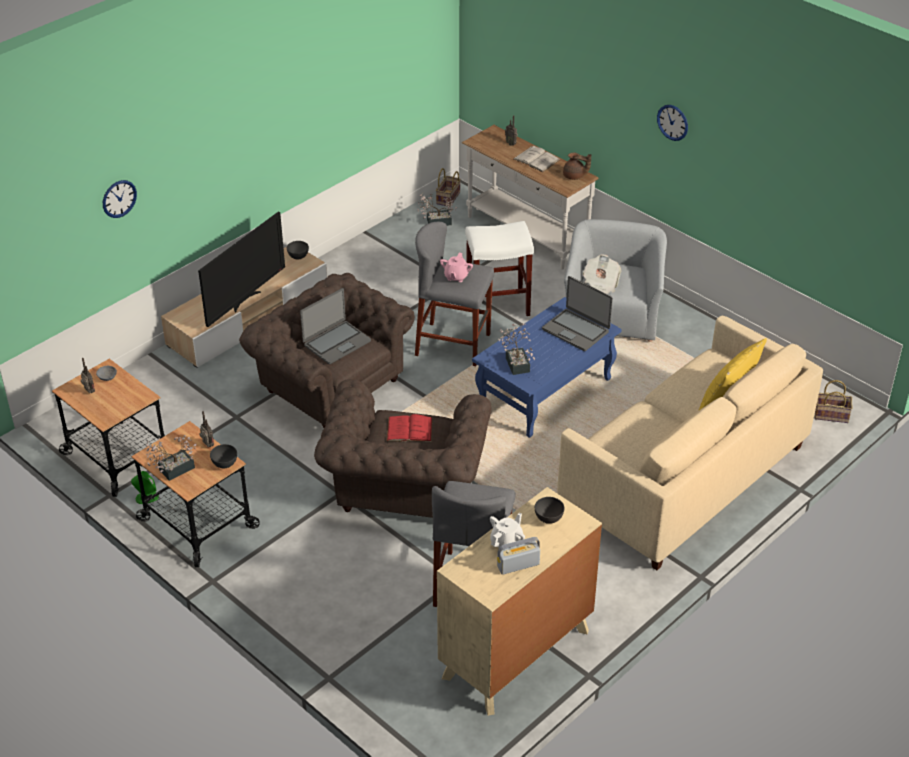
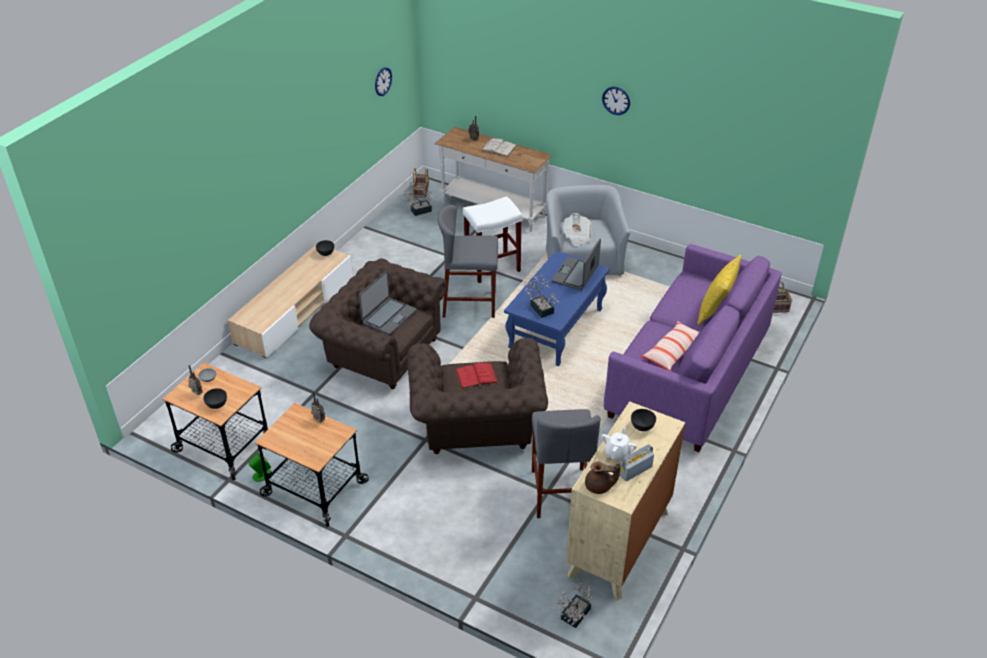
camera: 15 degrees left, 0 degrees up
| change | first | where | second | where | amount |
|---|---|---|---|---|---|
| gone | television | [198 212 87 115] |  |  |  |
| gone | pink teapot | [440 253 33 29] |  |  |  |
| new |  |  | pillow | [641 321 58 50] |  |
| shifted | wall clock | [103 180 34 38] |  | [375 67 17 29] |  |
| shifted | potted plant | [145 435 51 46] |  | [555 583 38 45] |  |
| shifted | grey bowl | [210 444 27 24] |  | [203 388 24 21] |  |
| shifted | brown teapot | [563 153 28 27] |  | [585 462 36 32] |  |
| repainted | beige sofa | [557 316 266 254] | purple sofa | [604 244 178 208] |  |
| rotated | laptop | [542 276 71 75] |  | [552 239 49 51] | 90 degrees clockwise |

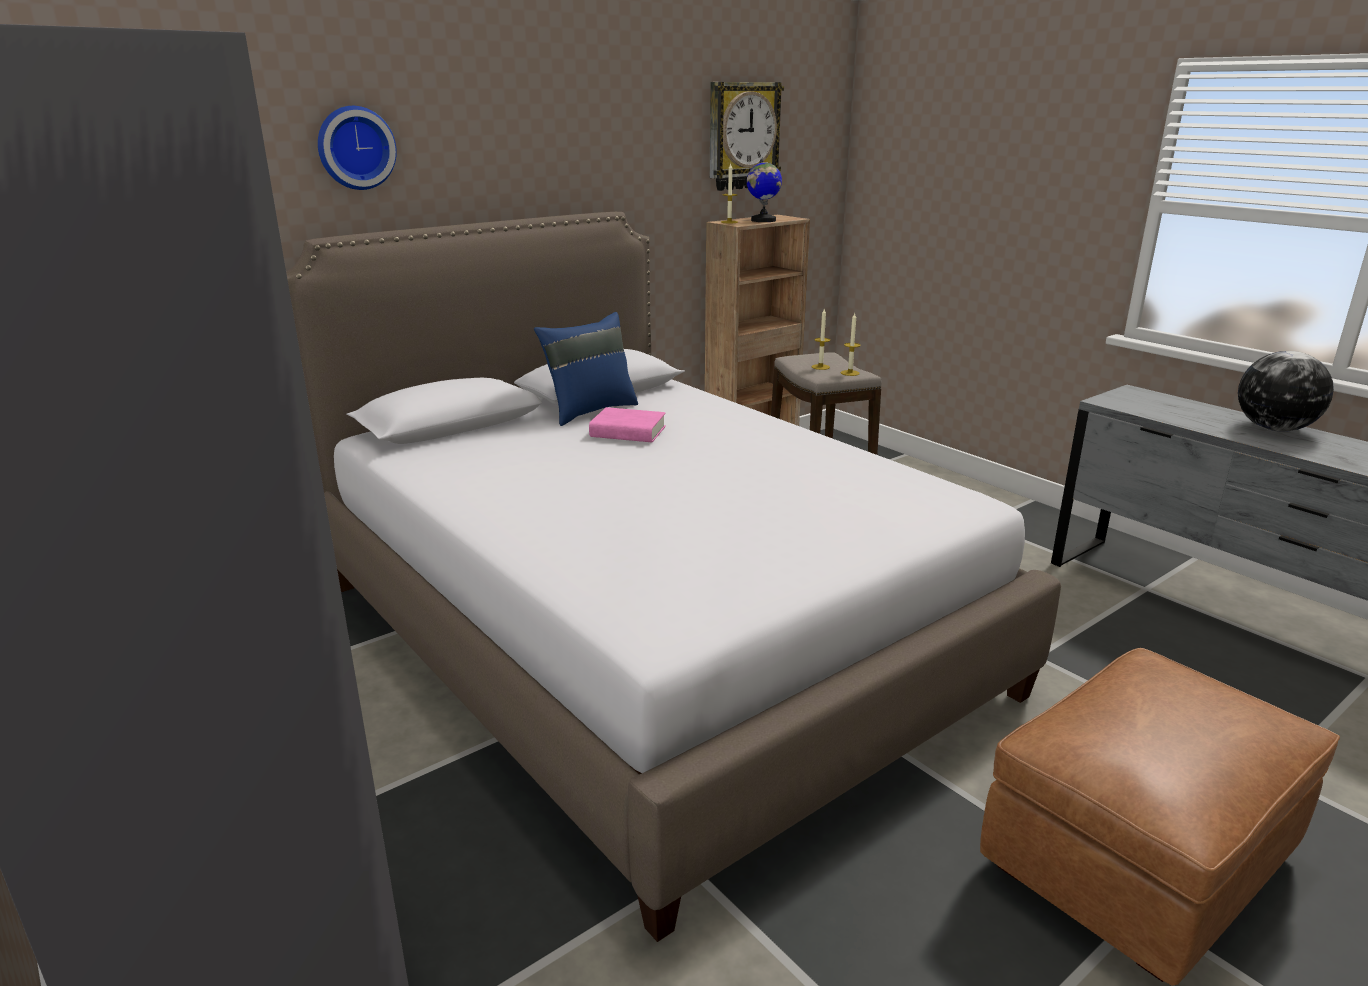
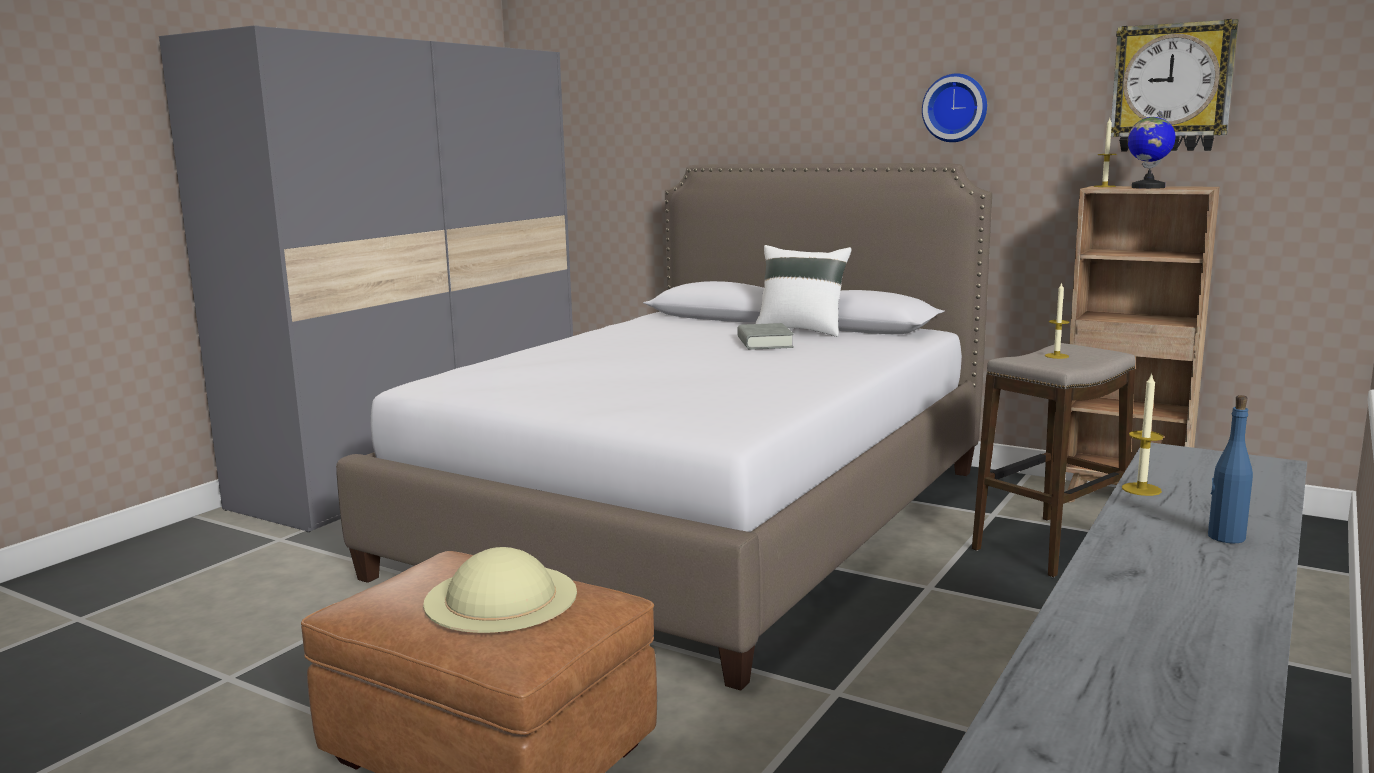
camera: 70 degrees right, 10 degrees down
| change | first | where | second | where | amount |
|---|---|---|---|---|---|
| new |  |  | beige hat | [423 547 154 86] |  |
| shifted | wall clock | [318 106 79 84] |  | [922 73 65 69] |  |
| shifted | candle | [841 313 19 63] |  | [1122 373 42 123] |  |
| swapped | globe | [1238 351 96 81] | blue bottle | [1208 395 45 148] |  |
| repainted | blue pillow | [534 312 104 114] | white pillow | [755 245 97 92] |  |
| repainted | pink book | [589 407 77 35] | grey book | [737 323 57 27] |  |

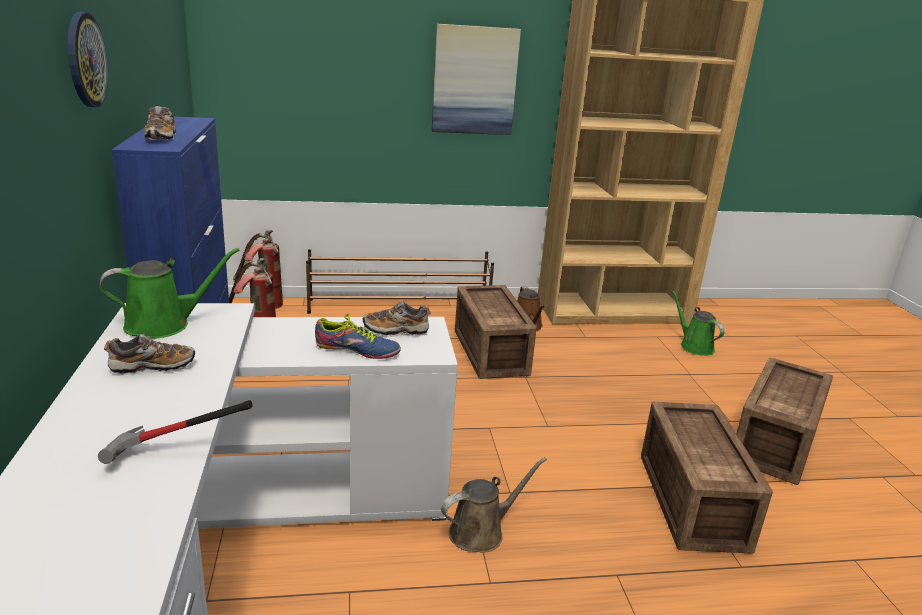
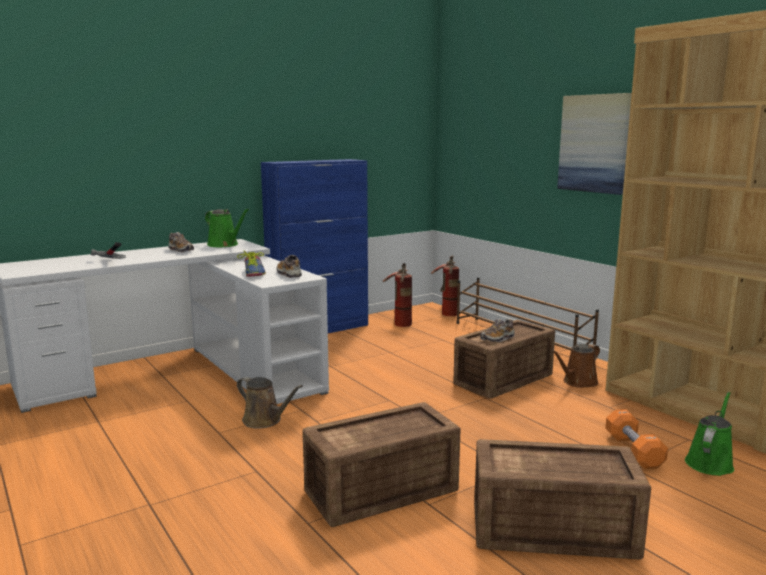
camera: 65 degrees right, 10 degrees down
| change | first | where | second | where | amount |
|---|---|---|---|---|---|
| gone | wall clock | [68 12 40 95] |  |  |  |
| new |  |  | orange dumbbell | [605 409 63 60] |  |
| shifted | shoe | [144 106 32 35] |  | [480 319 35 23] |  |

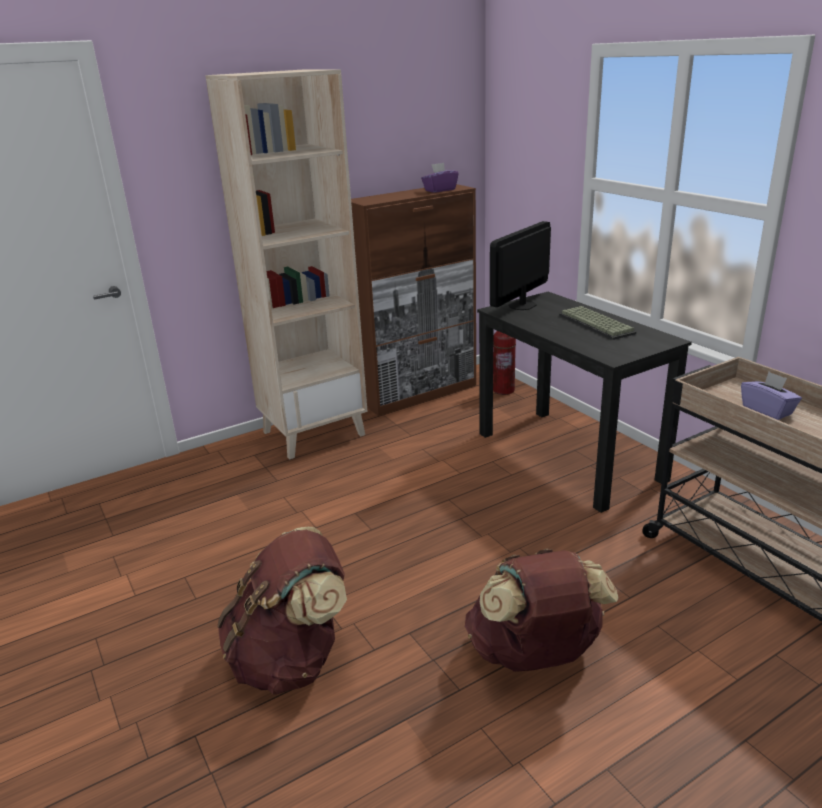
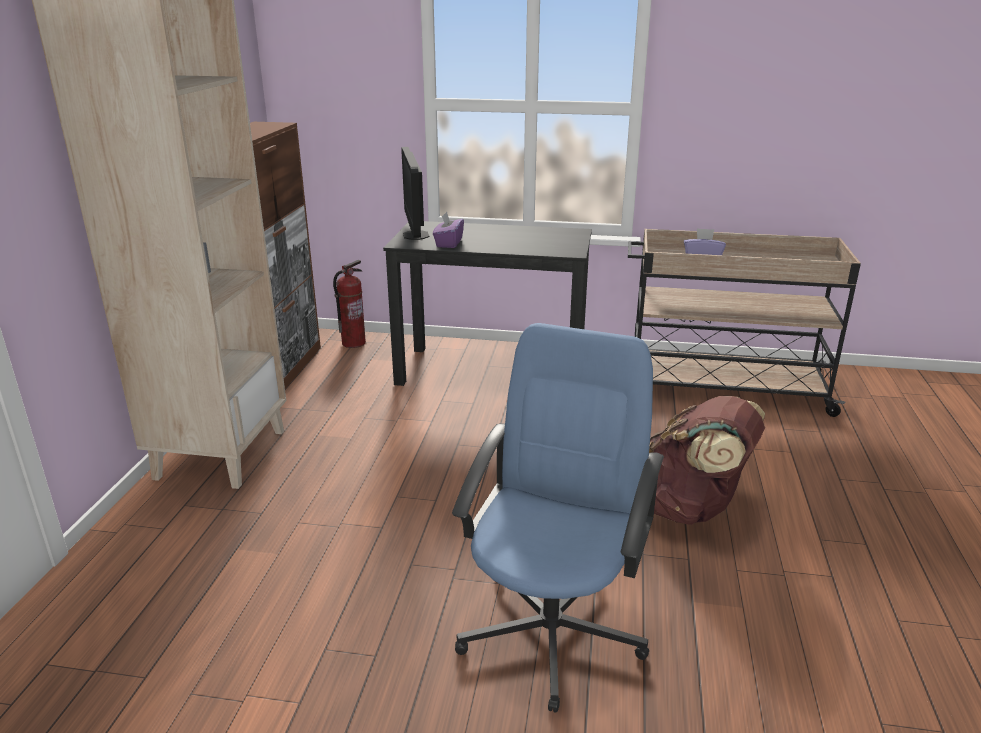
camera: 50 degrees left, 0 degrees up
| change | first | where | second | where | amount |
|---|---|---|---|---|---|
| gone | keyboard | [559 306 78 34] |  |  |  |
| shifted | purple tissue box | [421 163 38 30] |  | [433 212 31 36] |  |
| swapped | brown backpack | [217 527 130 167] | blue office chair | [452 323 212 390] |  |

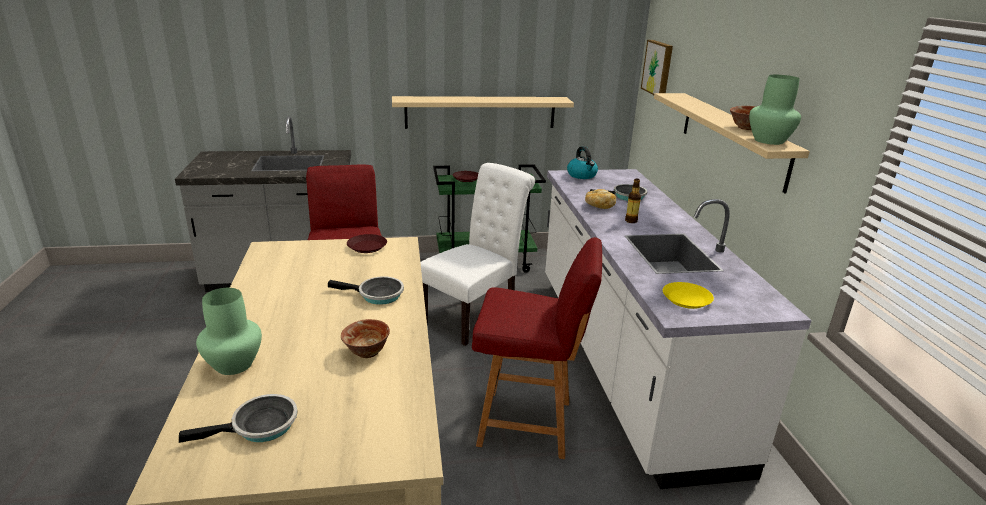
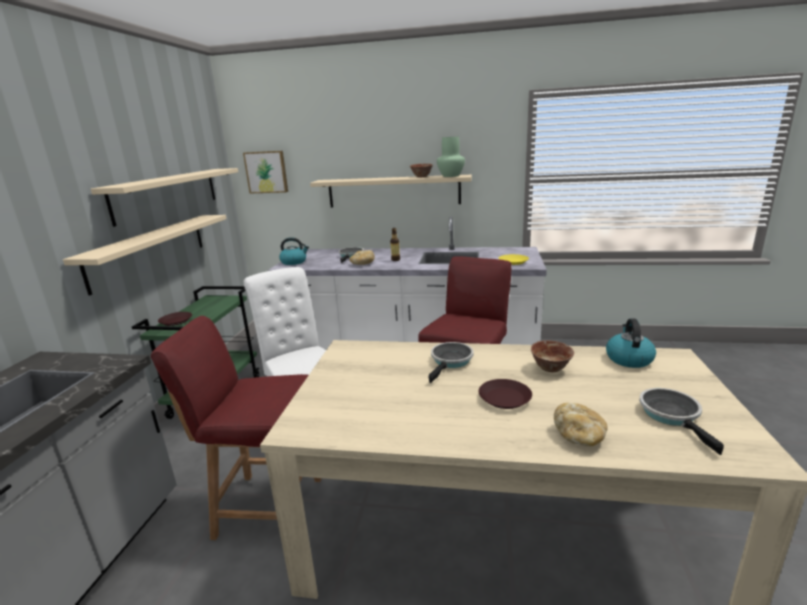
camera: 70 degrees left, 5 degrees down
| change | first | where | second | where | amount |
|---|---|---|---|---|---|
| new |  |  | beige shelf | [91 168 147 59] |  |
| new |  |  | kettle | [606 318 50 50] |  |
| shifted | brown plate | [347 234 40 19] |  | [479 379 53 30] |  |
| swapped | green vase | [196 288 66 87] | bread | [554 403 54 43] |  |

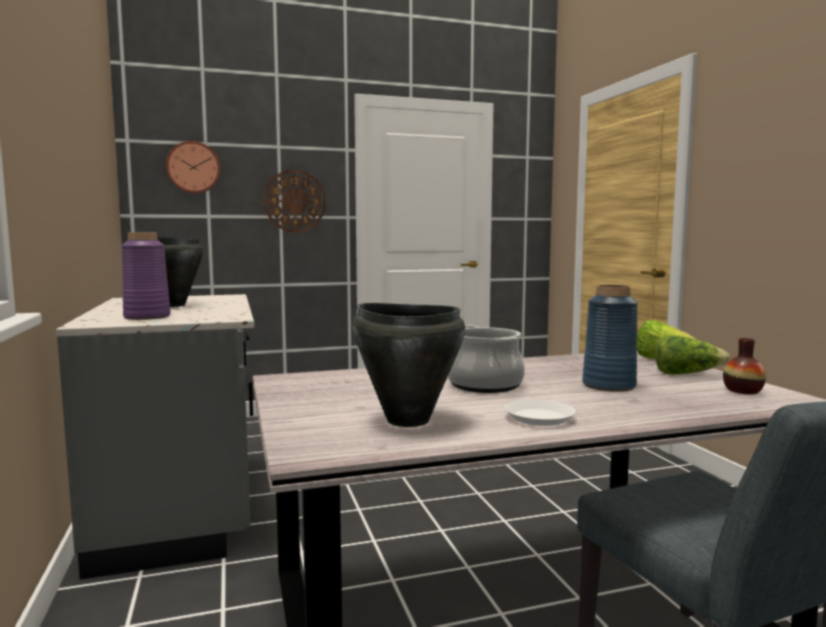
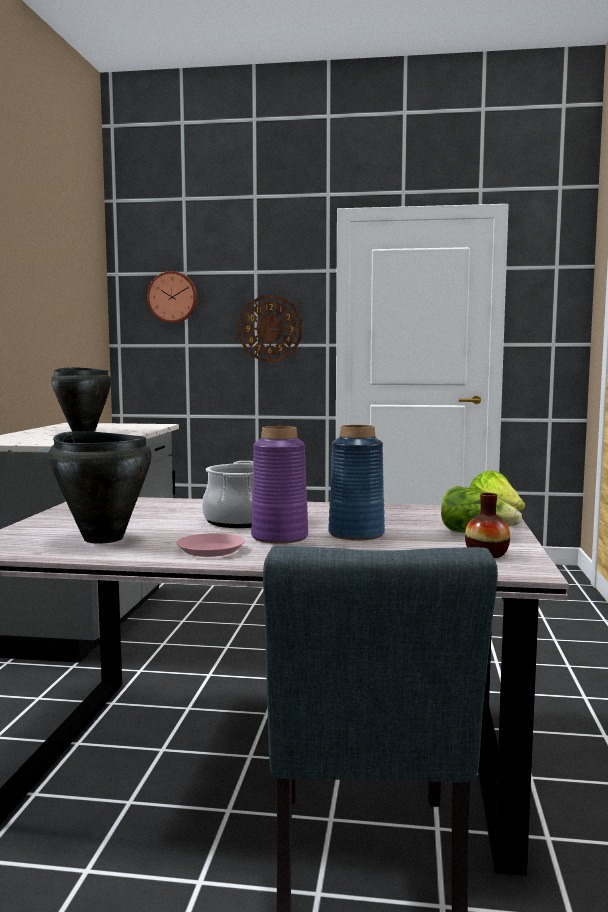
camera: 25 degrees right, 0 degrees up
| change | first | where | second | where | amount |
|---|---|---|---|---|---|
| shifted | purple vase | [121 232 50 88] |  | [251 426 57 118] |  |
| repainted | white plate | [505 399 71 27] | pink plate | [177 533 68 24] |  |

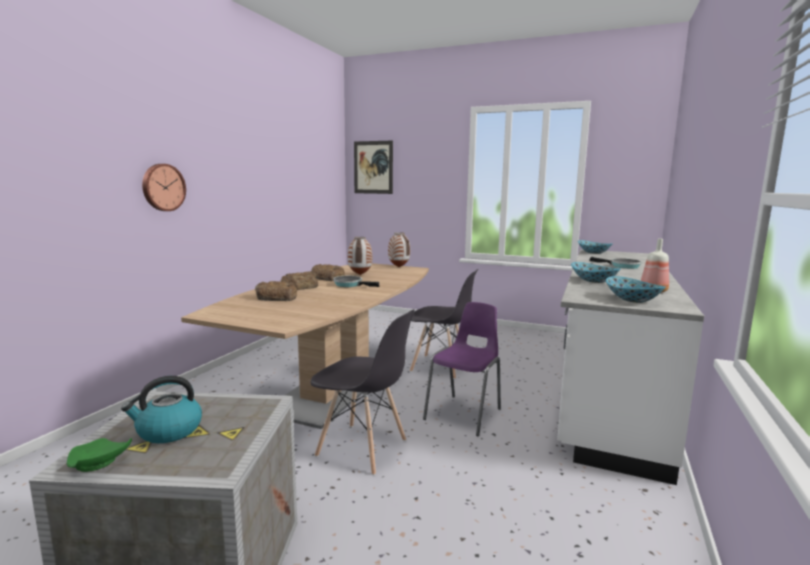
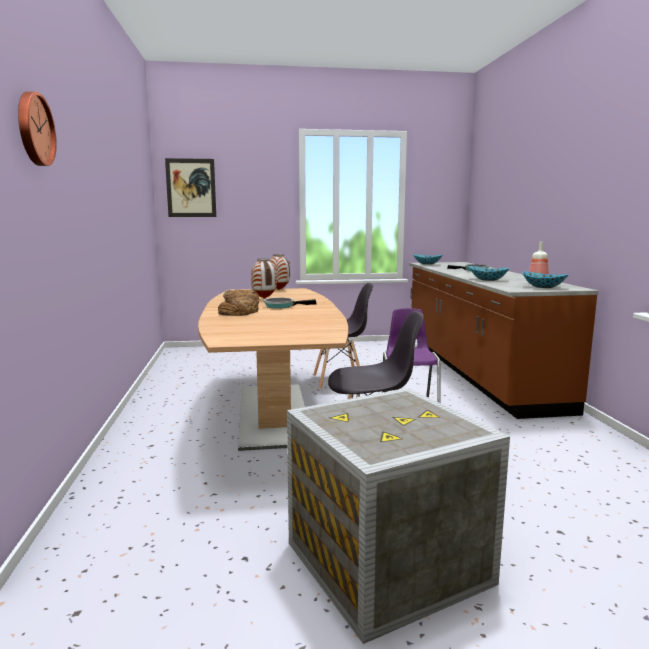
camera: 30 degrees left, 0 degrees up
| change | first | where | second | where | amount |
|---|---|---|---|---|---|
| gone | green plate | [67 438 65 34] |  |  |  |
| gone | kettle | [121 376 81 67] |  |  |  |
| gone | bread | [255 281 42 20] |  |  |  |
| shifted | wall clock | [142 164 44 47] |  | [18 91 39 75] |  |
| repainted | white counter | [557 249 147 236] | brown counter | [409 262 189 157] |  |

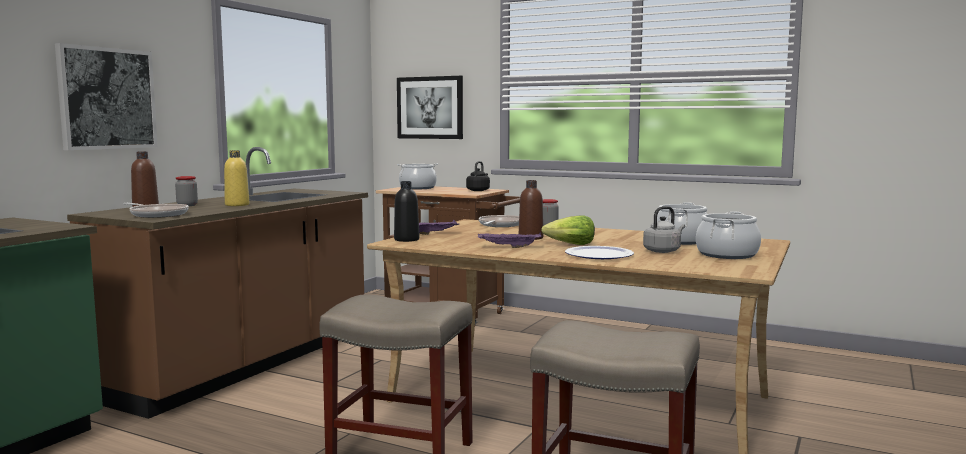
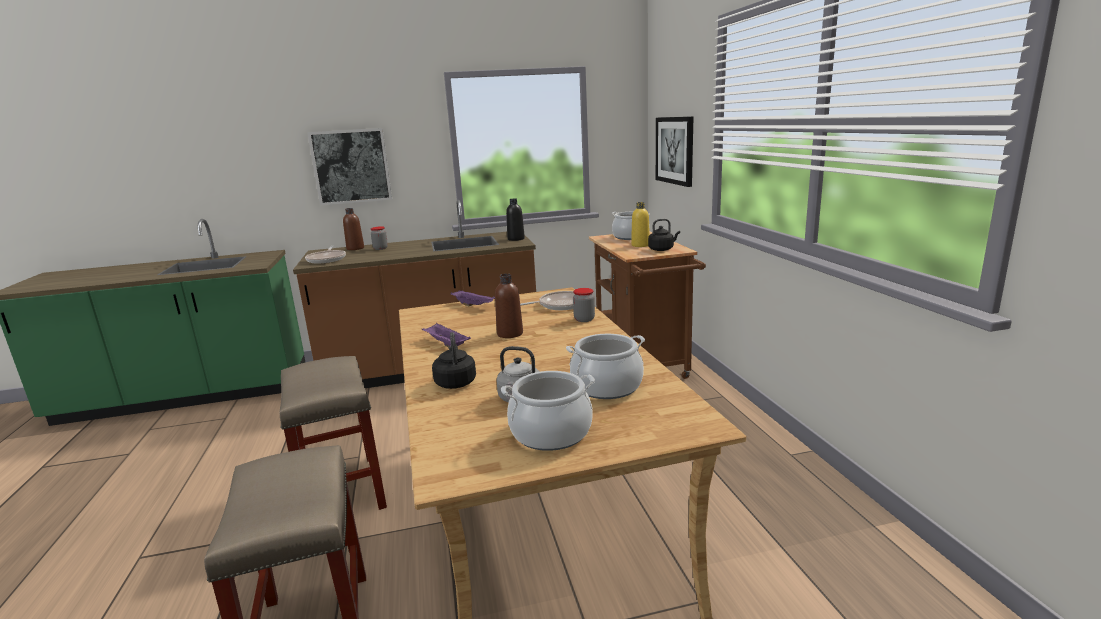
camera: 50 degrees right, 10 degrees up
| change | first | where | second | where | amount |
|---|---|---|---|---|---|
| gone | lettuce | [541 216 54 29] |  |  |  |
| shifted | yellow bottle | [224 150 25 56] |  | [631 202 19 45] |  |
| shifted | black bottle | [394 181 25 61] |  | [506 198 19 43] |  |
| swapped | plate | [565 246 69 13] | black kettle | [432 332 44 57] |  |

